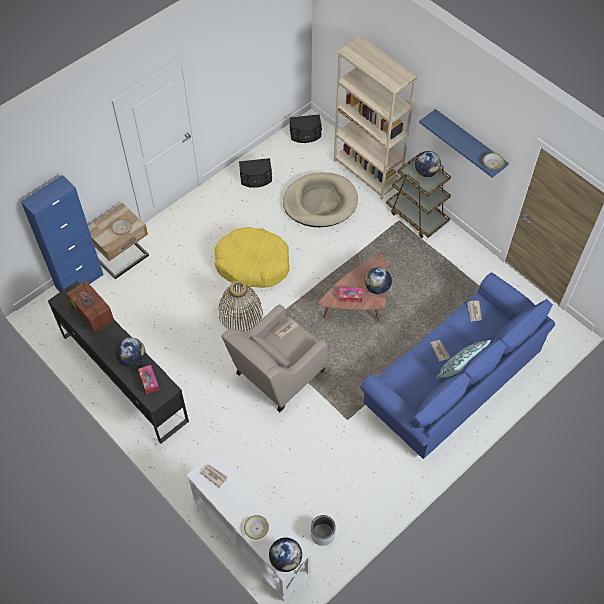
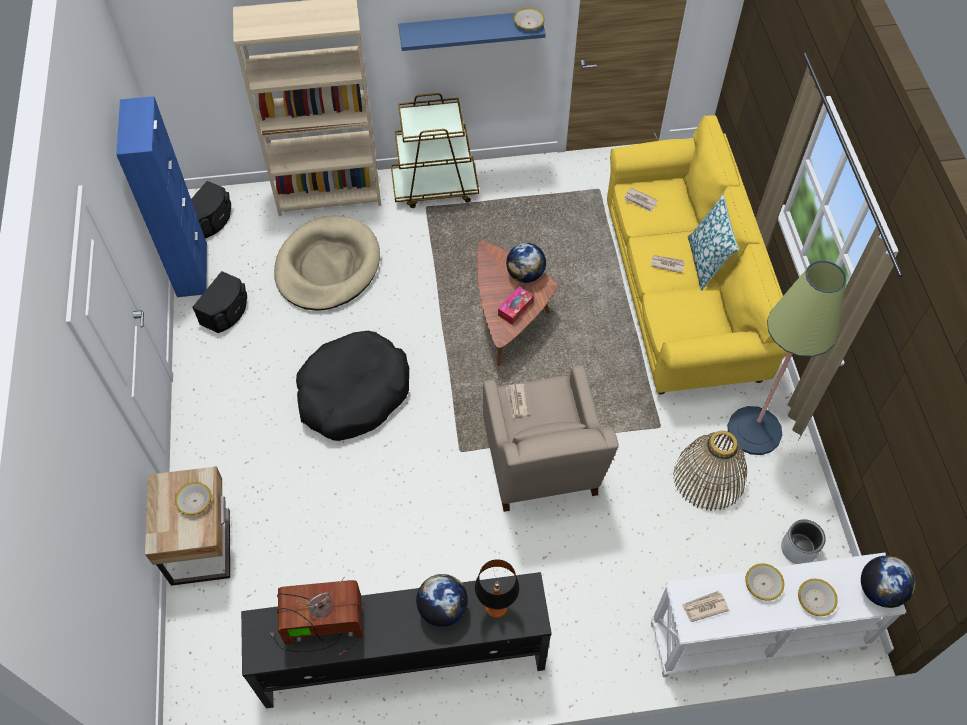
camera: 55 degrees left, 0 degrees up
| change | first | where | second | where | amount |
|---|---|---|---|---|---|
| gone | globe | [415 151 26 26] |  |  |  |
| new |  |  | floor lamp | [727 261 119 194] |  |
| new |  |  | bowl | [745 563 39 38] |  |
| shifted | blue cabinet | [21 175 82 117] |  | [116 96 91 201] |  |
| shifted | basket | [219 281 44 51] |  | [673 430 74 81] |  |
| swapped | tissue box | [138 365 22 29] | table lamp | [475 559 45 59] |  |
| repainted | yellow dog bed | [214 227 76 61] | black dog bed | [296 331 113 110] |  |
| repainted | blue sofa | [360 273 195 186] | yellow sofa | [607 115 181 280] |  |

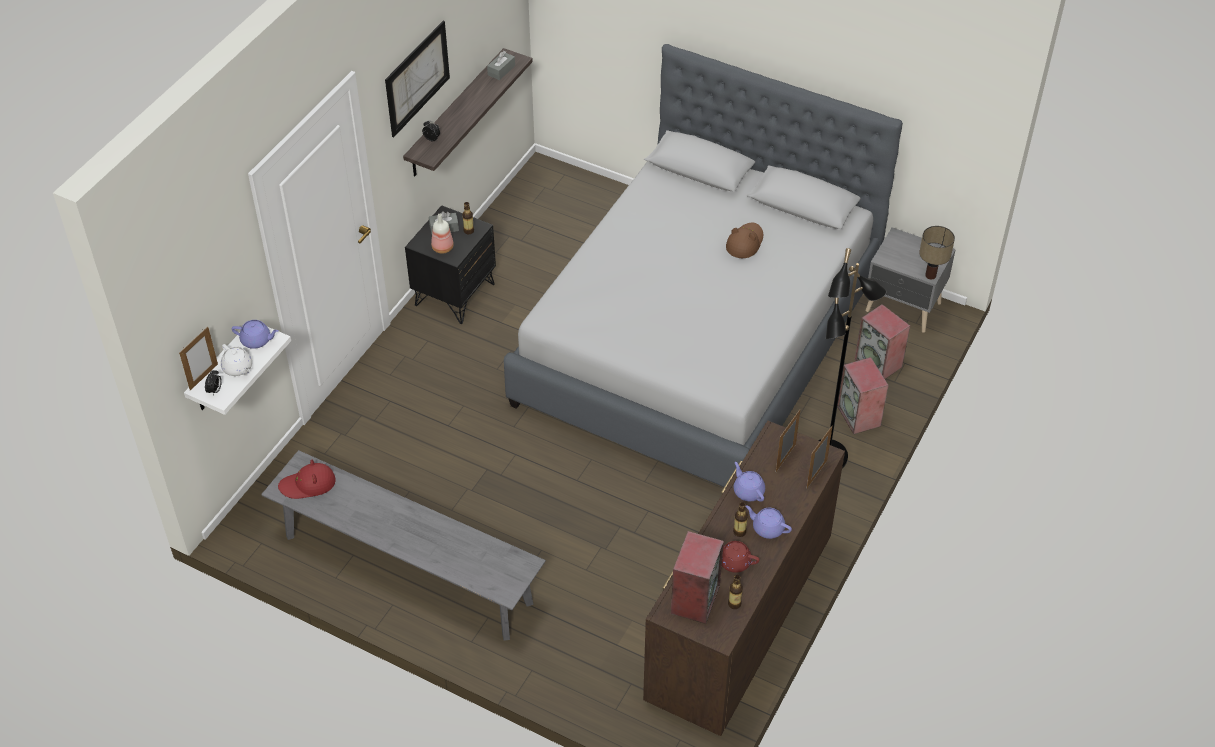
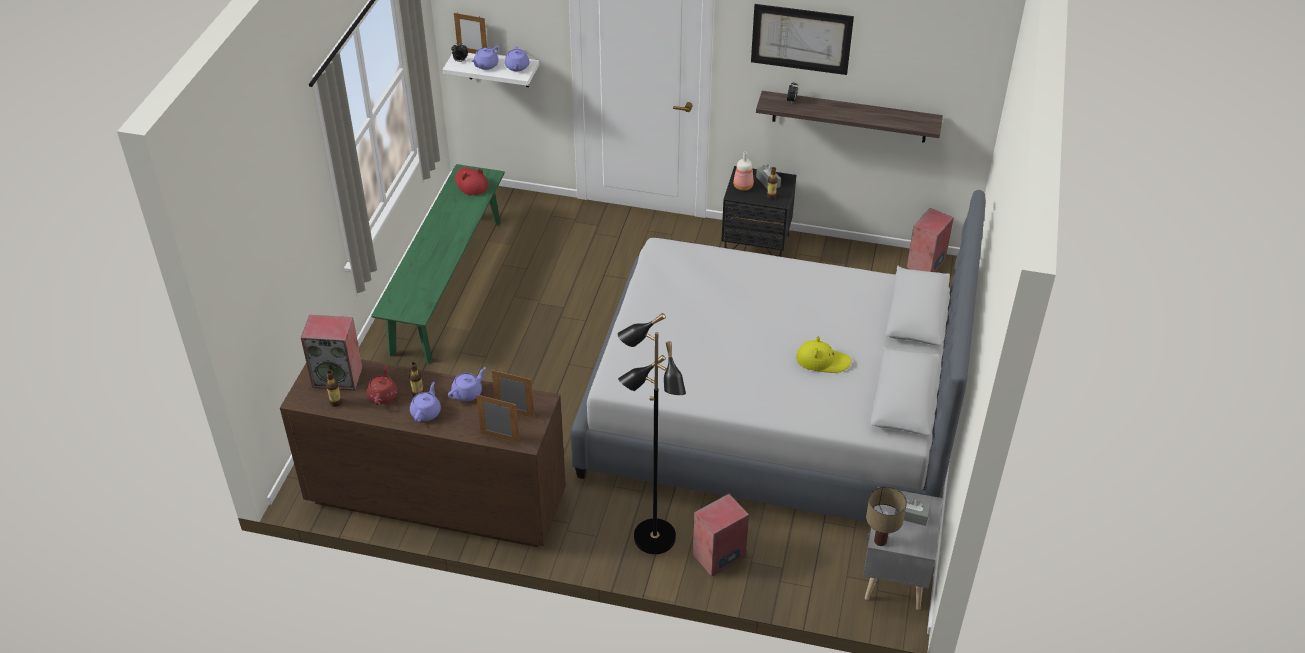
camera: 75 degrees right, 5 degrees down
| change | first | where | second | where | amount |
|---|---|---|---|---|---|
| shifted | grey tissue box | [487 51 28 29] |  | [894 498 37 28] |  |
| shifted | speaker | [855 304 55 75] |  | [906 208 48 64] |  |
| repainted | white teapot | [221 344 31 32] | purple teapot | [471 46 28 24] |  |
| repainted | grey bench | [261 450 285 191] | green bench | [371 164 134 199] |  |
| repainted | brown hat | [726 222 37 36] | yellow hat | [796 336 56 37] |  |

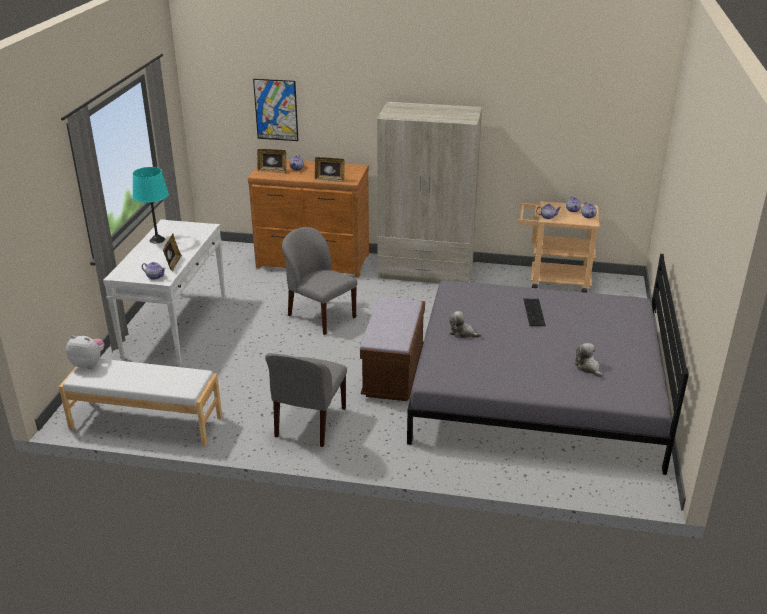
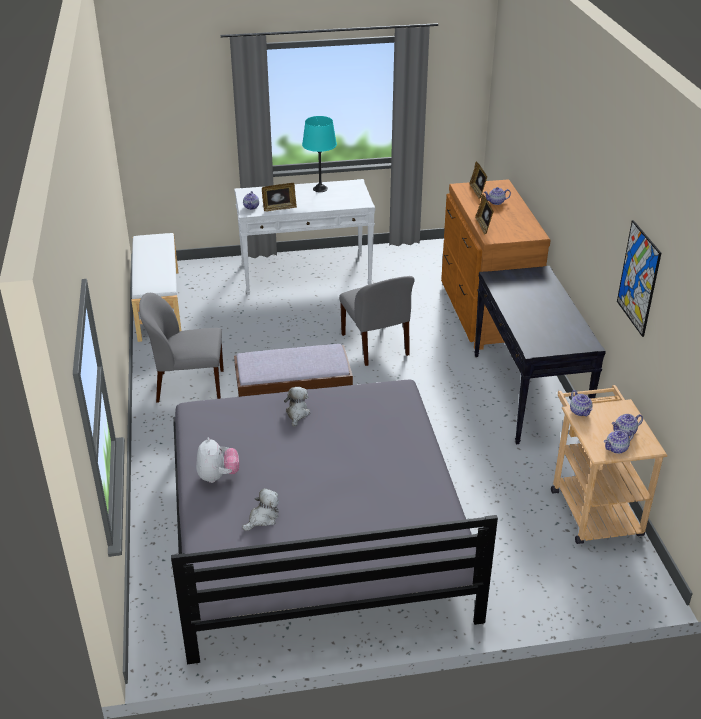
camera: 70 degrees right, 5 degrees up
| change | first | where | second | where | amount |
|---|---|---|---|---|---|
| gone | keyboard | [523 299 23 27] |  |  |  |
| shifted | plush toy | [66 335 38 34] |  | [196 437 43 46] |  |
| shifted | picture | [253 79 45 62] |  | [617 220 44 117] |  |
| swapped | beige wardrobe | [377 102 105 182] | black console table | [474 266 132 179] |  |
| rotated | grey chair | [282 227 75 108] |  | [339 276 76 90] | 135 degrees clockwise |

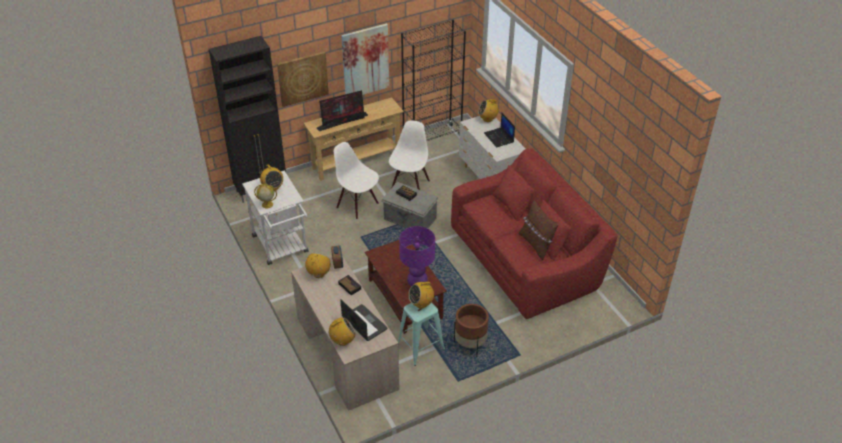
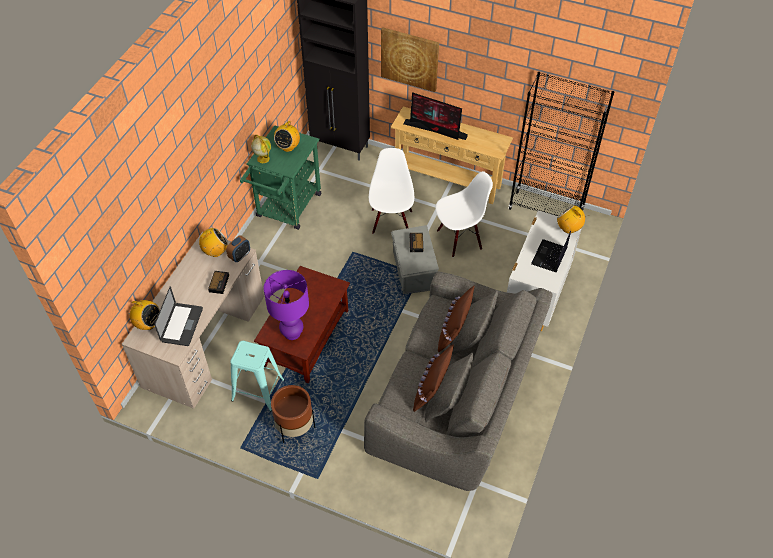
camera: 50 degrees right, 10 degrees up
| change | first | where | second | where | amount |
|---|---|---|---|---|---|
| gone | picture | [341 23 49 72] |  |  |  |
| gone | radio | [408 280 26 29] |  |  |  |
| new |  |  | brown pillow | [438 286 37 66] |  |
| repainted | white cart | [242 171 67 94] | green cart | [240 125 81 105] |  |
| repainted | red sofa | [451 148 167 171] | grey sofa | [364 272 189 219] |  |

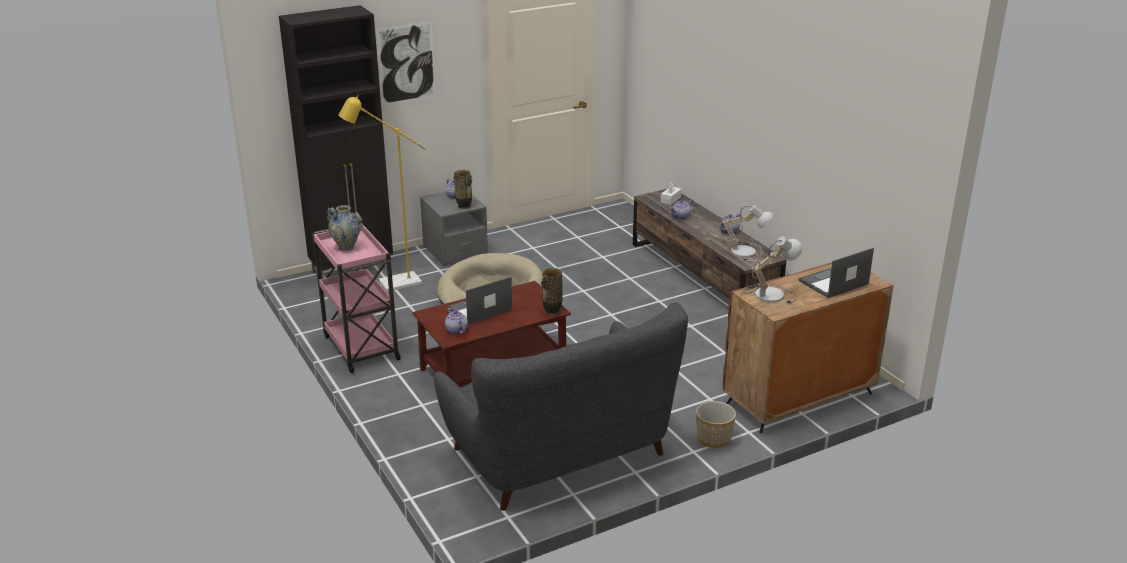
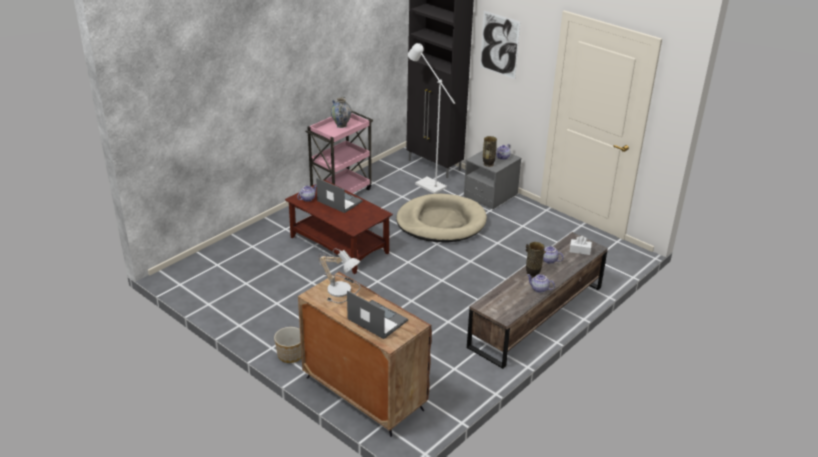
camera: 70 degrees right, 5 degrees up
| change | first | where | second | where | amount |
|---|---|---|---|---|---|
| gone | grey sofa | [434 303 254 208] |  |  |  |
| gone | table lamp | [721 205 52 57] |  |  |  |
| shifted | vase | [541 268 22 47] |  | [526 242 20 36] |  |
| repainted | yellow floor lamp | [338 95 88 197] | white floor lamp | [408 43 47 151] |  |

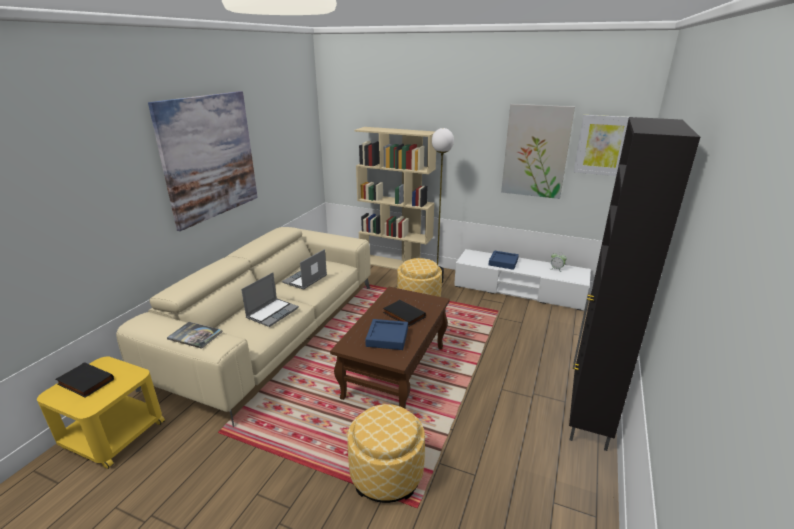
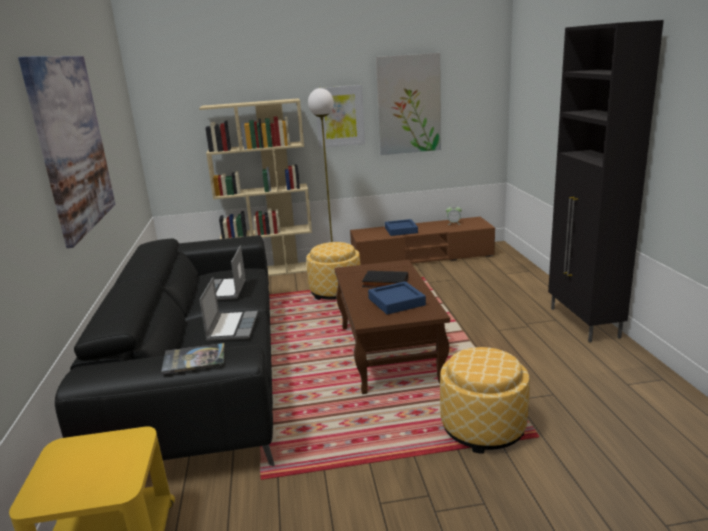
camera: 30 degrees left, 5 degrees down
| change | first | where | second | where | amount |
|---|---|---|---|---|---|
| gone | black book | [56 362 58 36] |  |  |  |
| shifted | picture | [574 115 55 61] |  | [314 85 51 63] |  |
| repainted | beige sofa | [116 227 255 200] | black sofa | [55 235 220 232] |  |
| repainted | white tv stand | [454 249 137 62] | brown tv stand | [350 217 145 48] |  |

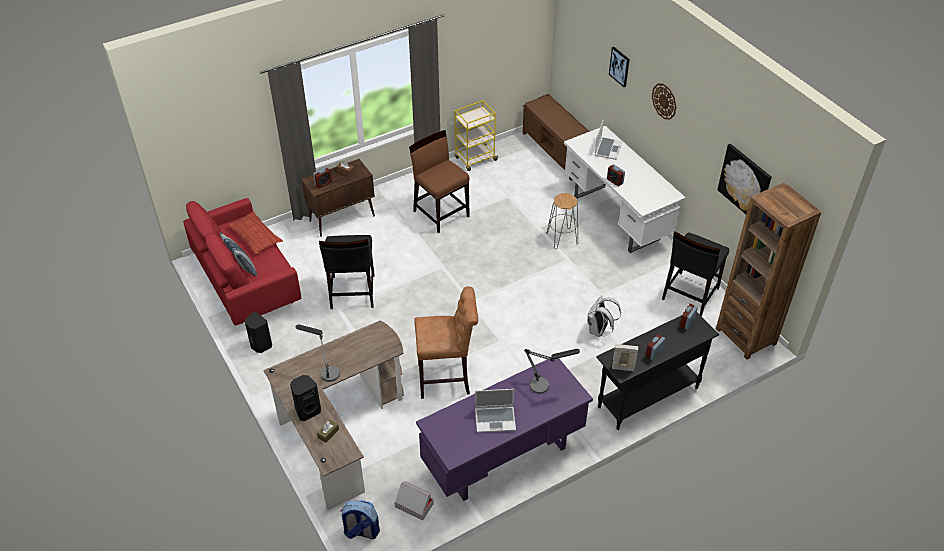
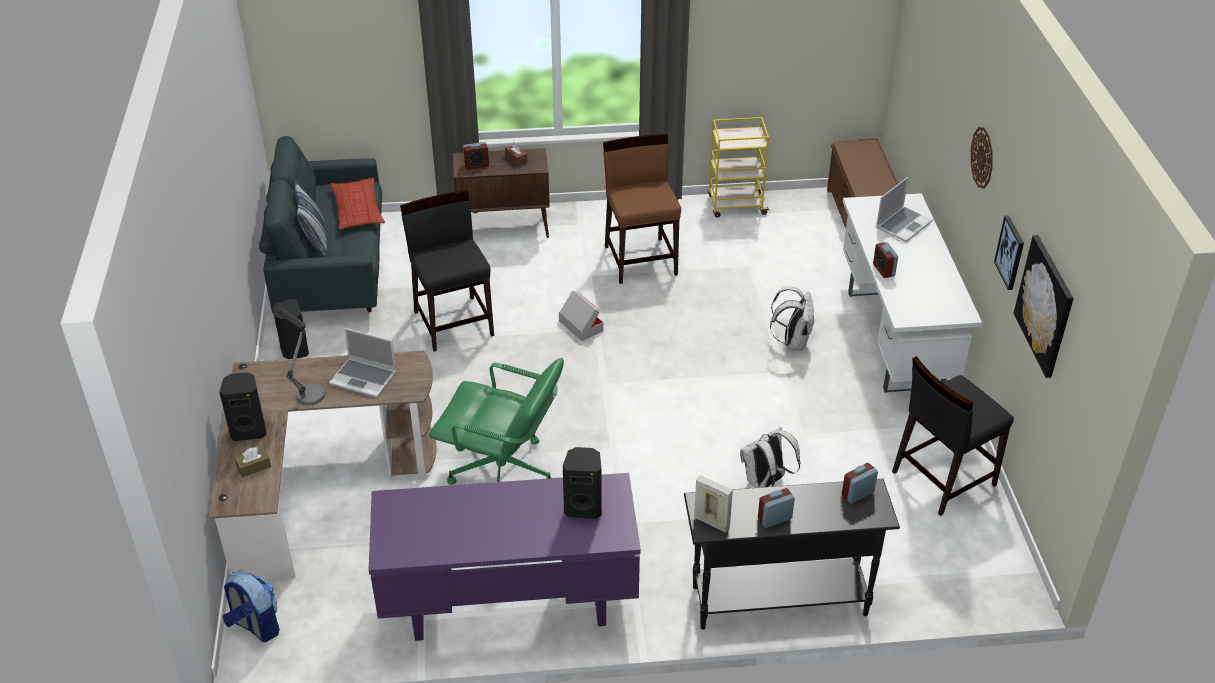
camera: 25 degrees right, 5 degrees down
| change | first | where | second | where | amount |
|---|---|---|---|---|---|
| gone | brown bookcase | [716 182 105 178] |  |  |  |
| shifted | cardboard box | [394 481 40 40] |  | [559 291 45 50] |  |
| shifted | laptop | [475 389 41 44] |  | [329 328 68 69] |  |
| shifted | picture | [609 47 21 40] |  | [994 216 30 74] |  |
| swapped | brown stool | [414 286 64 113] | green office chair | [429 358 135 127] |  |
| swapped | table lamp | [524 349 56 45] | black speaker | [563 447 39 72] |  |
| swapped | grey stool | [546 193 32 56] | white backpack | [770 286 45 65] |  |
| repainted | red sofa | [183 198 118 128] | grey sofa | [259 136 123 177] |  |
| rotated | black chair | [319 235 56 74] |  | [400 190 94 162] | 135 degrees clockwise |

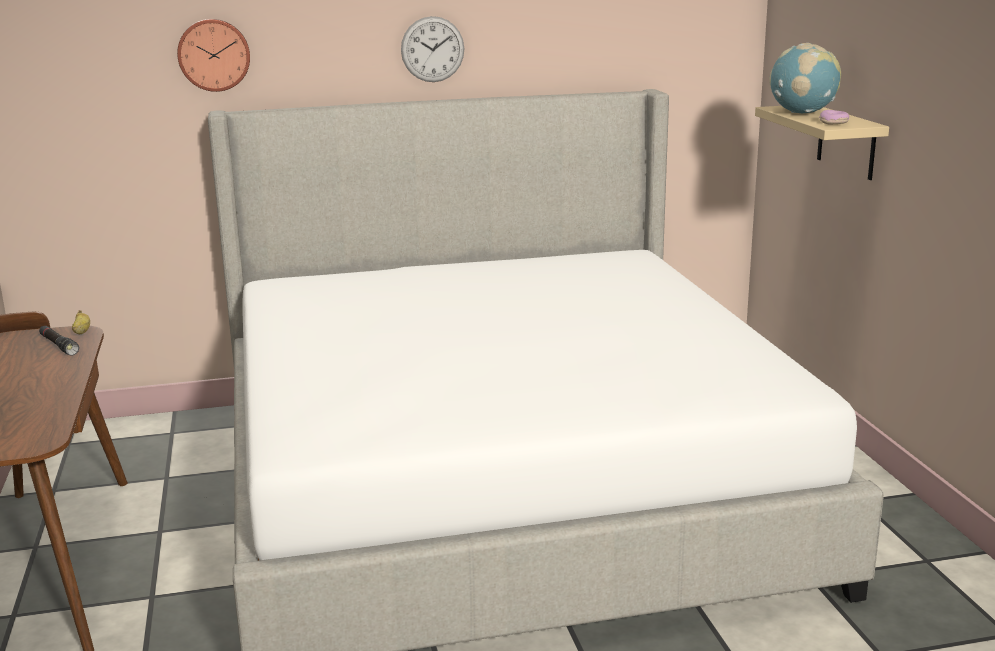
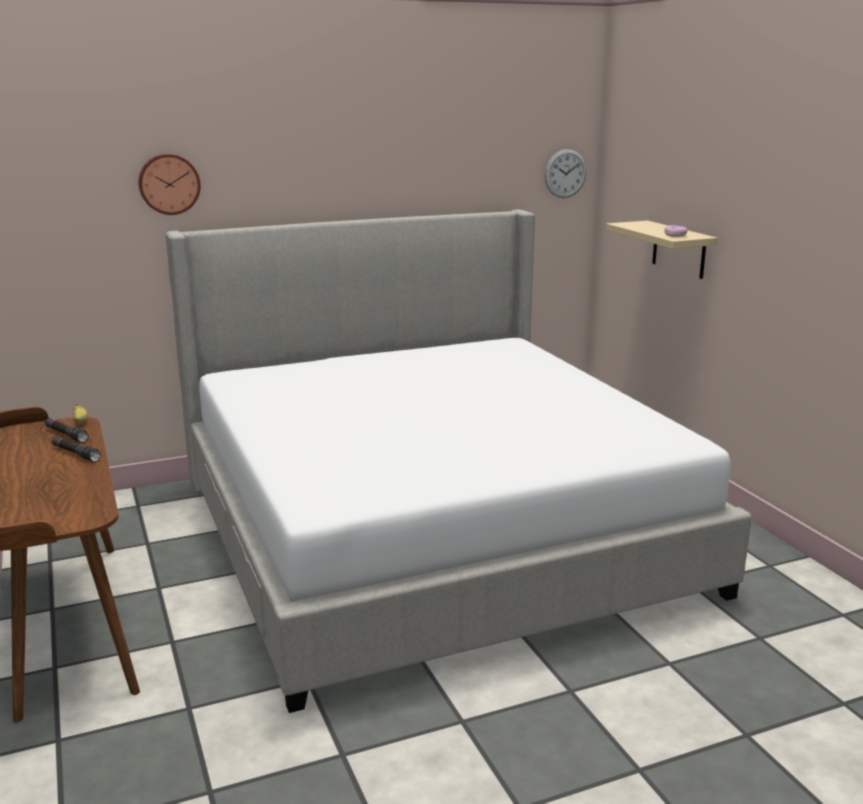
camera: 10 degrees left, 0 degrees up
| change | first | where | second | where | amount |
|---|---|---|---|---|---|
| gone | globe | [769 43 72 70] |  |  |  |
| new |  |  | black flashlight | [52 437 49 25] |  |
| shifted | wall clock | [401 16 63 66] |  | [544 149 43 49] |  |

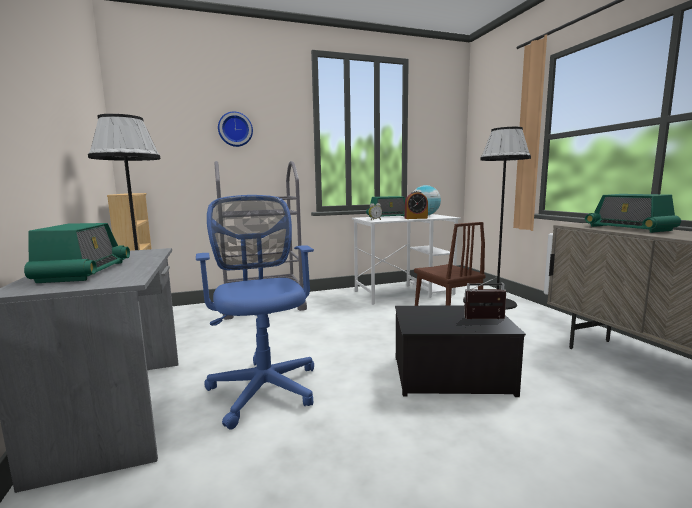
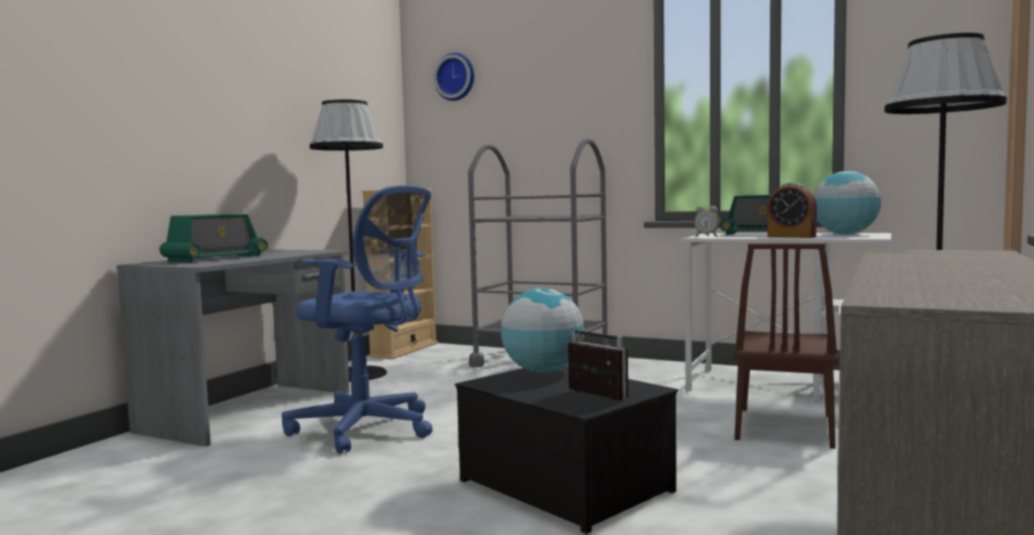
camera: 45 degrees right, 5 degrees down
| change | first | where | second | where | amount |
|---|---|---|---|---|---|
| gone | radio | [585 194 96 39] |  |  |  |
| new |  |  | globe | [500 288 84 85] |  |
| shifted | wall clock | [218 111 35 36] |  | [434 53 40 48] |  |
| rotated | blue office chair | [196 195 118 235] |  | [282 185 150 269] | 90 degrees clockwise |

